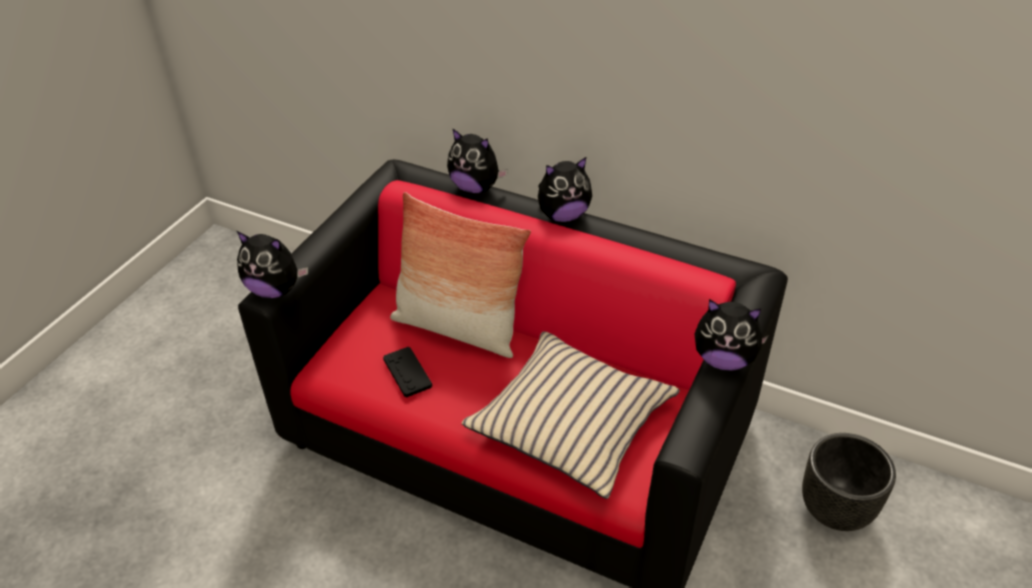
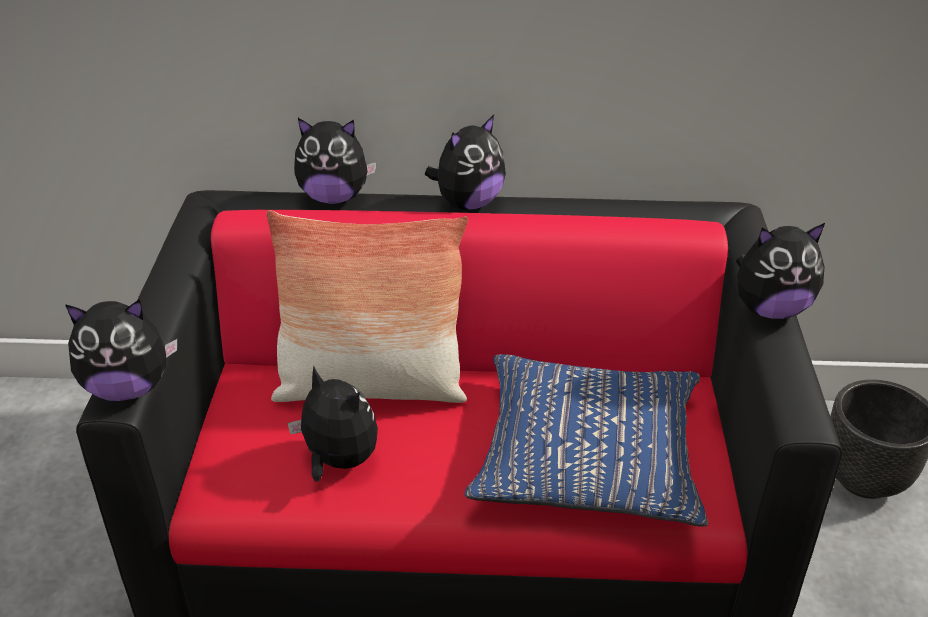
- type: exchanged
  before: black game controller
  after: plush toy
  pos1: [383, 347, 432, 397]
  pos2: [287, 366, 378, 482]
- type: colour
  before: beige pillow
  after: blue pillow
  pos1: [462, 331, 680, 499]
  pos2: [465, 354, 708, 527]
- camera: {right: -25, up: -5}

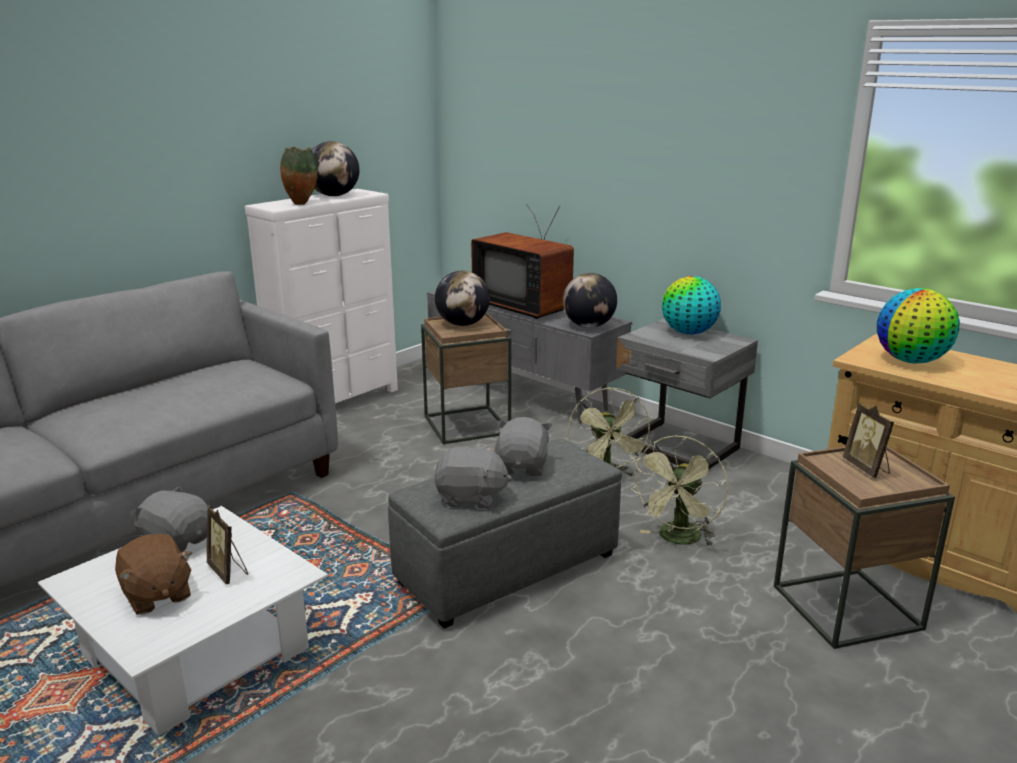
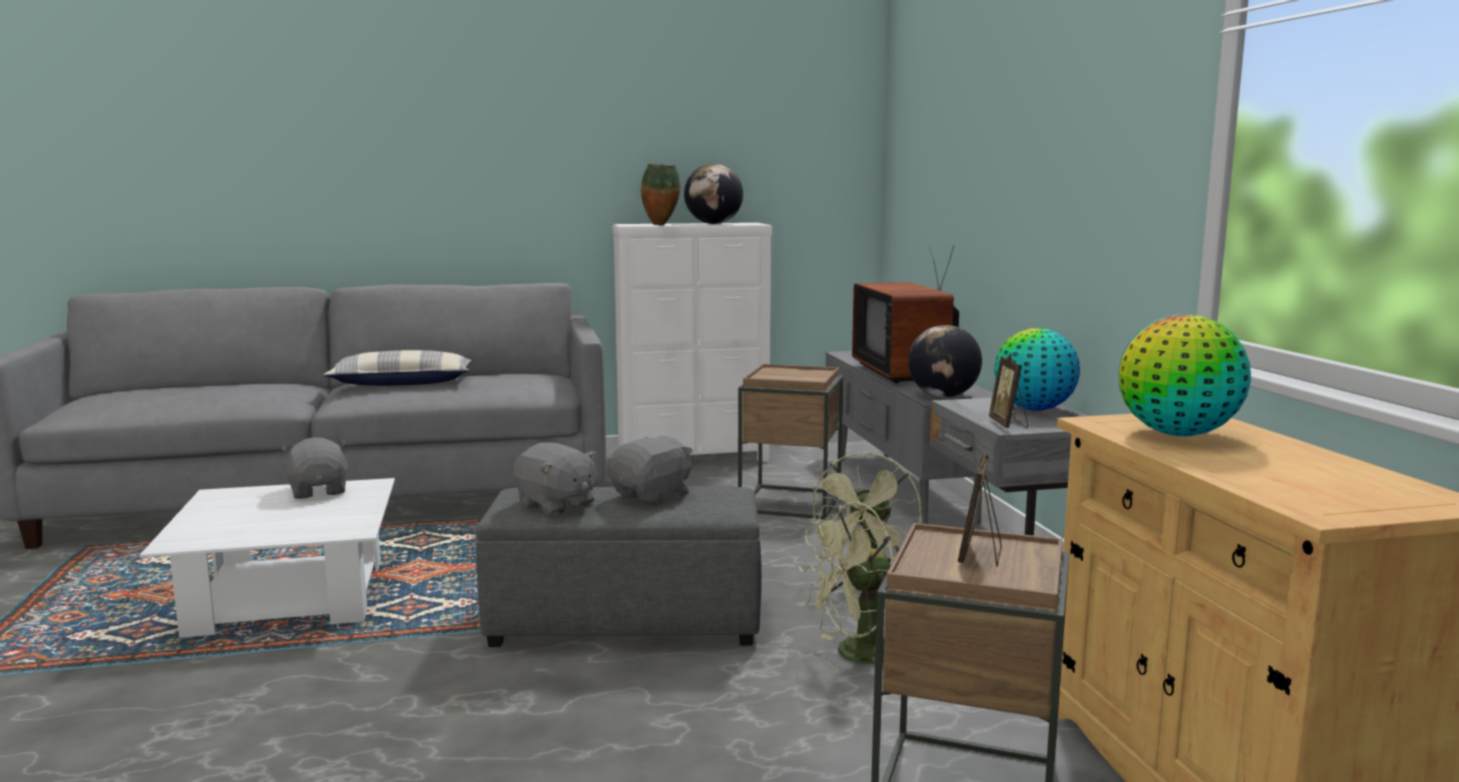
- type: missing
  before: brown plush toy
  pos1: [115, 534, 192, 615]
- type: missing
  before: globe
  pos1: [435, 271, 490, 326]
- type: appeared
  after: pillow
  pos2: [323, 350, 472, 386]
- type: relocated
  before: picture frame
  pos1: [207, 506, 248, 585]
  pos2: [989, 353, 1028, 429]
- camera: {right: 35, up: -10}

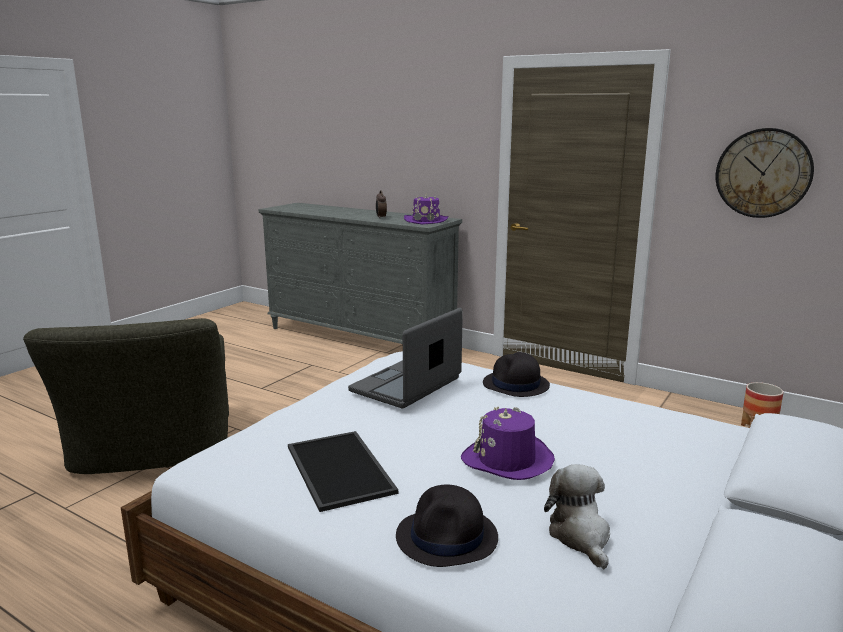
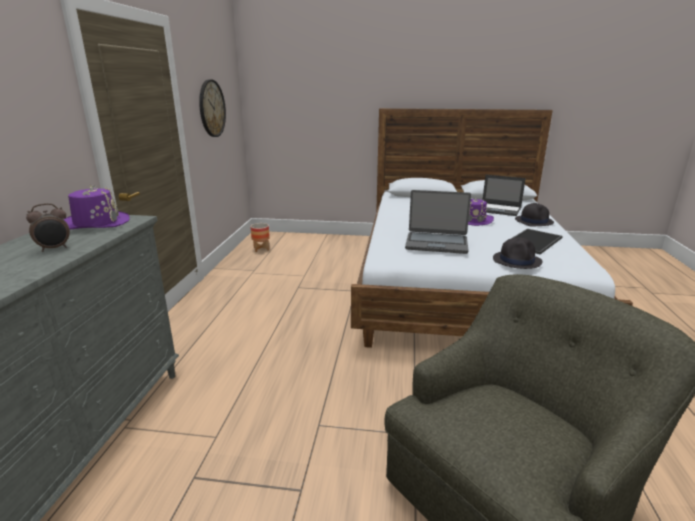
- type: relocated
  before: black hat
  pos1: [483, 352, 550, 397]
  pos2: [493, 237, 542, 269]
- type: exchanged
  before: plush toy
  after: laptop
  pos1: [544, 464, 610, 569]
  pos2: [483, 175, 526, 216]
- camera: {right: -115, up: 5}

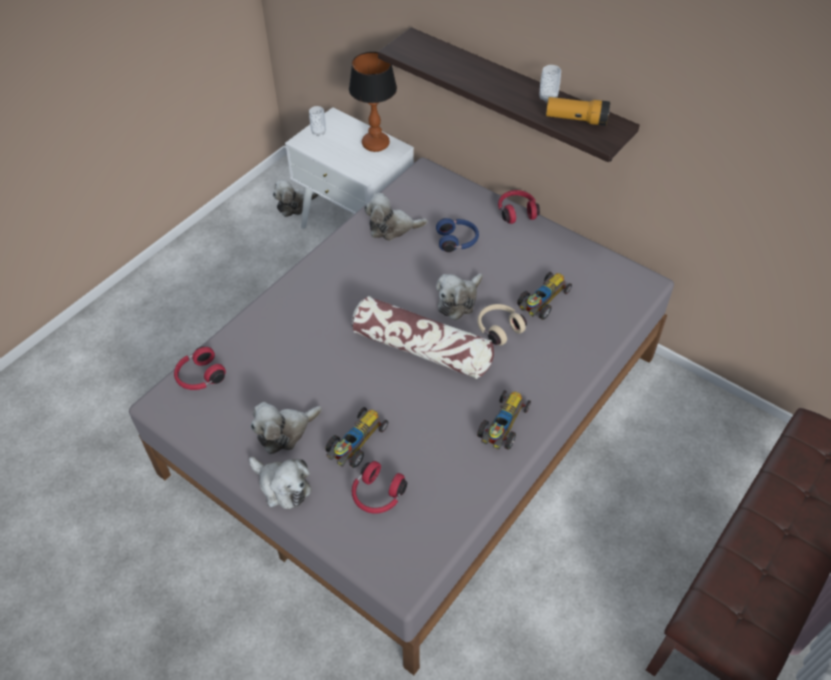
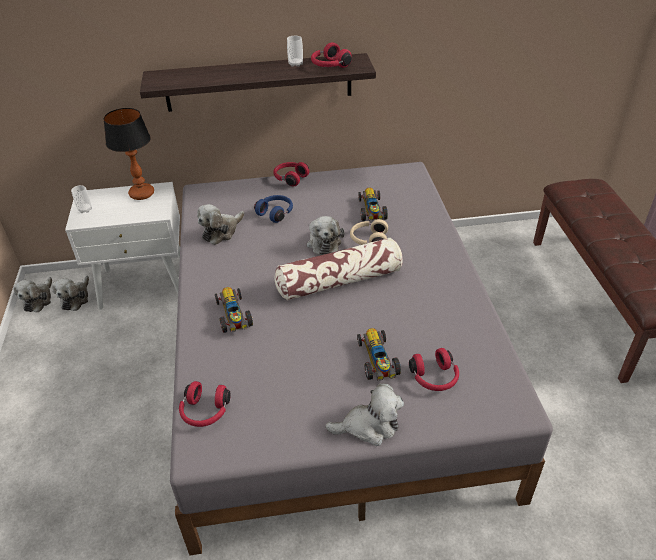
- type: relocated
  before: plush toy
  pos1: [250, 402, 322, 454]
  pos2: [13, 277, 52, 312]
- type: relocated
  before: toy car
  pos1: [477, 390, 531, 450]
  pos2: [215, 287, 253, 333]
- type: exchanged
  before: flashlight
  after: red headphones
  pos1: [546, 97, 610, 126]
  pos2: [311, 42, 352, 68]
- camera: {right: -45, up: -10}

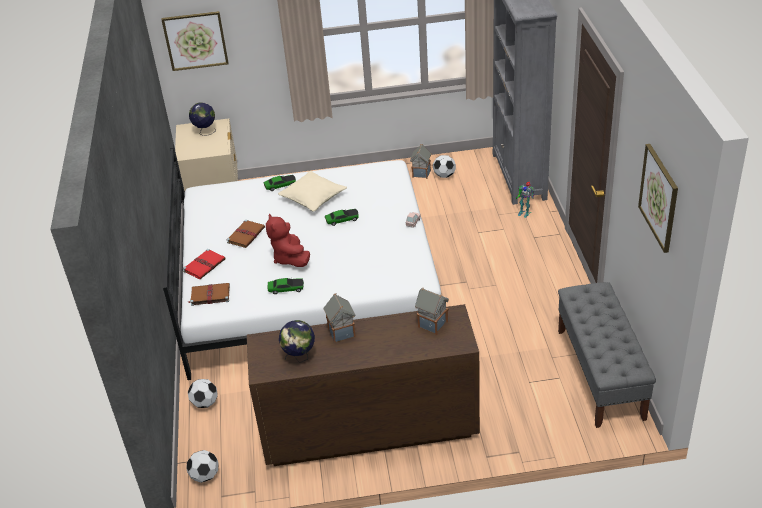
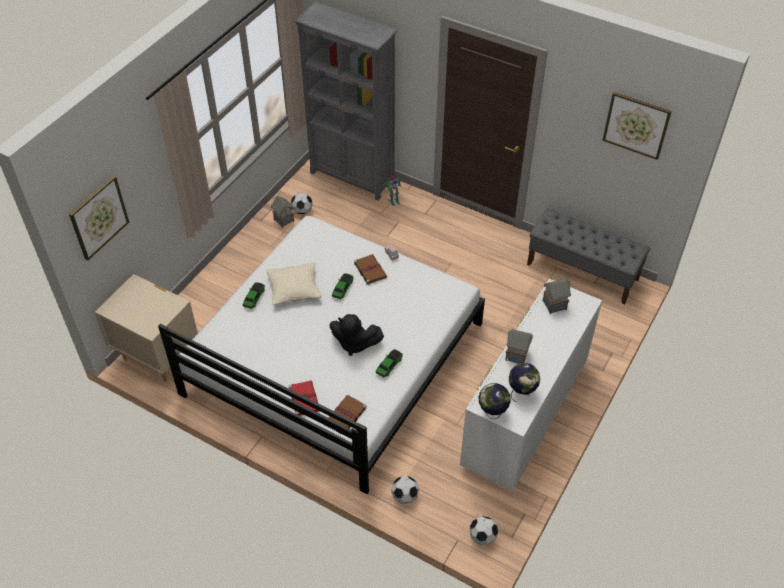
- type: relocated
  before: globe
  pos1: [189, 103, 216, 136]
  pos2: [479, 383, 511, 419]
- type: relocated
  before: brown book
  pos1: [226, 220, 265, 248]
  pos2: [354, 254, 387, 285]
- type: colour
  before: brown dresser
  after: white dresser
  pos1: [247, 304, 480, 466]
  pos2: [460, 279, 602, 491]
- type: colour
  before: red plush toy
  after: black plush toy
  pos1: [266, 214, 310, 267]
  pos2: [329, 314, 384, 356]
- camera: {right: -55, up: 10}

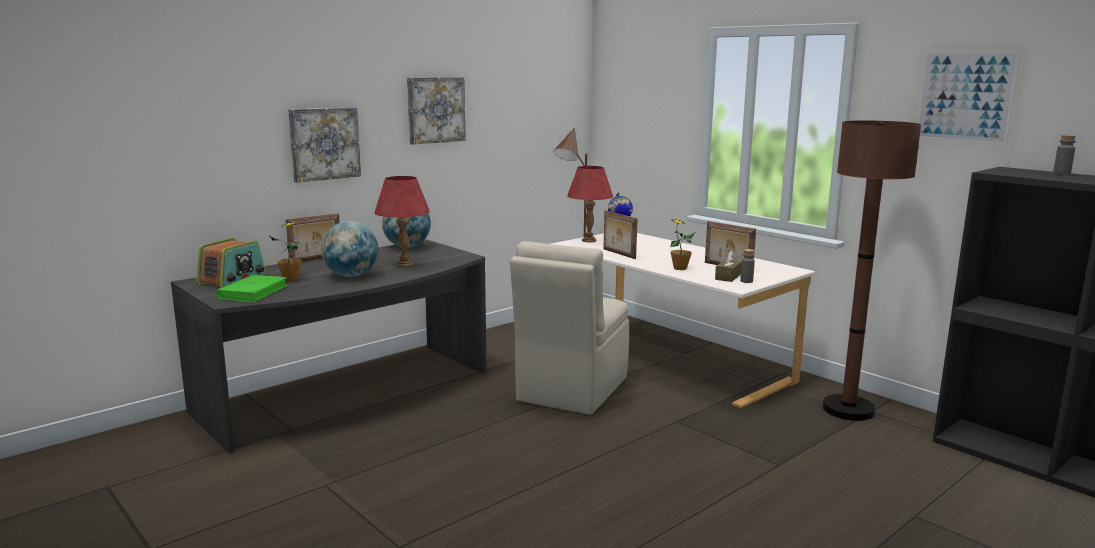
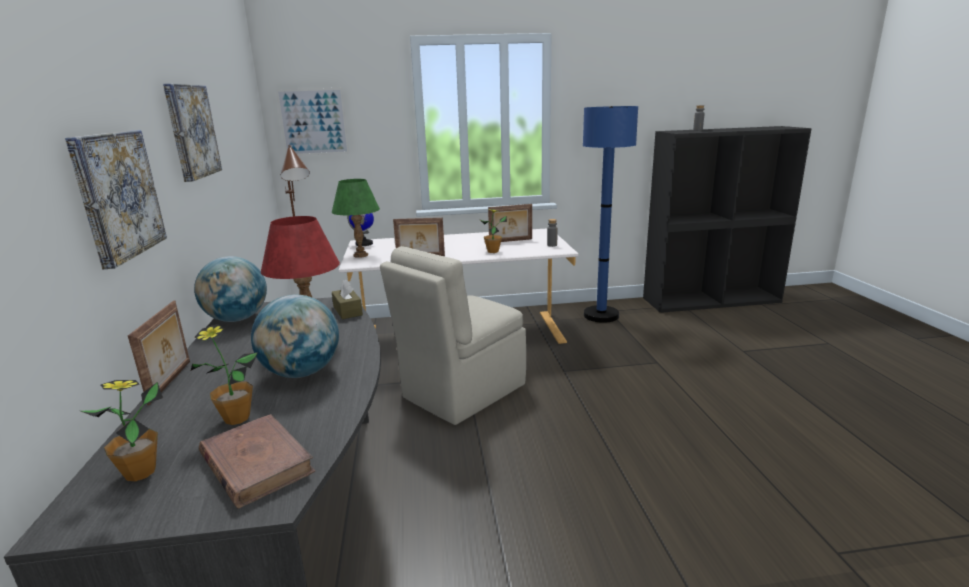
- type: relocated
  before: brown tissue box
  pos1: [715, 250, 742, 282]
  pos2: [332, 279, 363, 319]
- type: relocated
  before: picture
  pos1: [916, 50, 1022, 146]
  pos2: [276, 88, 349, 156]
- type: exchanged
  before: radio
  after: potted plant
  pos1: [196, 238, 266, 288]
  pos2: [80, 380, 163, 481]
- type: colour
  before: green book
  after: brown book
  pos1: [216, 275, 289, 302]
  pos2: [199, 414, 315, 509]
- type: colour
  before: red table lamp
  after: green table lamp
  pos1: [567, 166, 613, 242]
  pos2: [332, 179, 380, 258]
- type: colour
  before: brown floor lamp
  after: blue floor lamp
  pos1: [822, 120, 921, 421]
  pos2: [583, 106, 638, 323]
- type: spun
  before: beige chair
  pos1: [510, 241, 629, 415]
  pos2: [380, 246, 526, 425]
  turn: 75
- camera: {right: -55, up: 5}

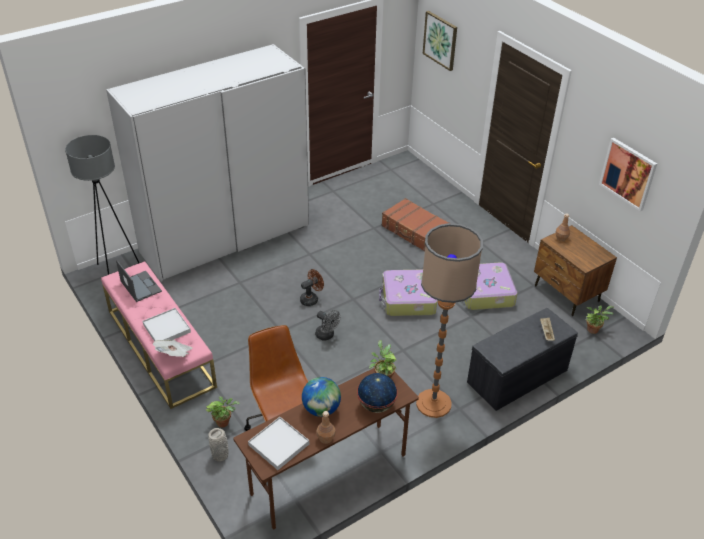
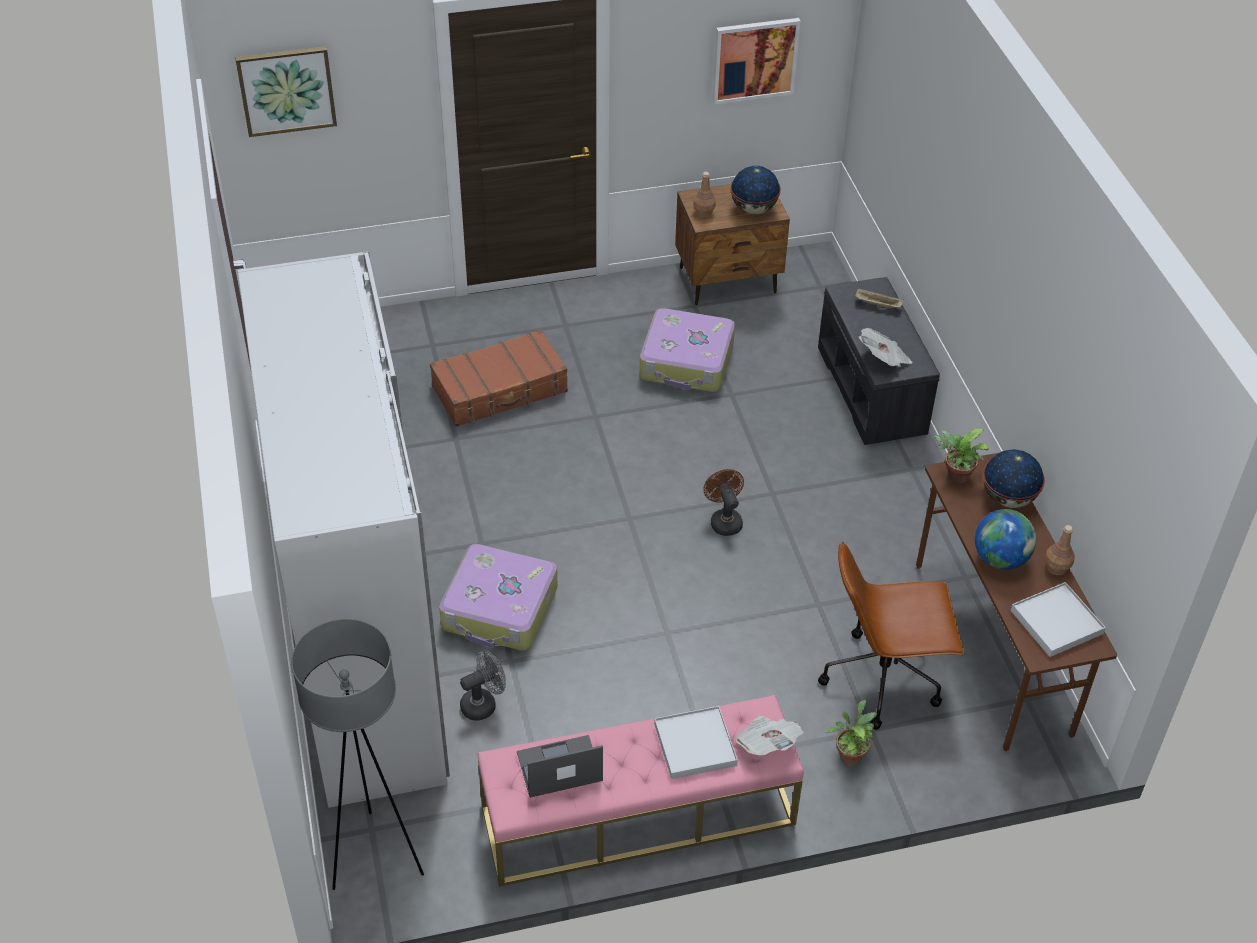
- type: missing
  before: grey vase
  pos1: [208, 428, 228, 462]
- type: missing
  before: floor lamp
  pos1: [416, 223, 483, 418]
- type: missing
  before: potted plant
  pos1: [586, 305, 614, 334]
- type: appeared
  after: globe
  pos2: [730, 166, 781, 214]
- type: appeared
  after: newspaper
  pos2: [859, 328, 912, 367]
- type: relocated
  before: brown fan
  pos1: [300, 269, 324, 306]
  pos2: [703, 469, 744, 536]
- type: relocated
  before: grey fan
  pos1: [315, 310, 341, 341]
  pos2: [460, 651, 506, 721]
- type: relocated
  before: suitcase
  pos1: [379, 269, 437, 316]
  pos2: [439, 544, 557, 651]
- camera: {right: -70, up: 5}

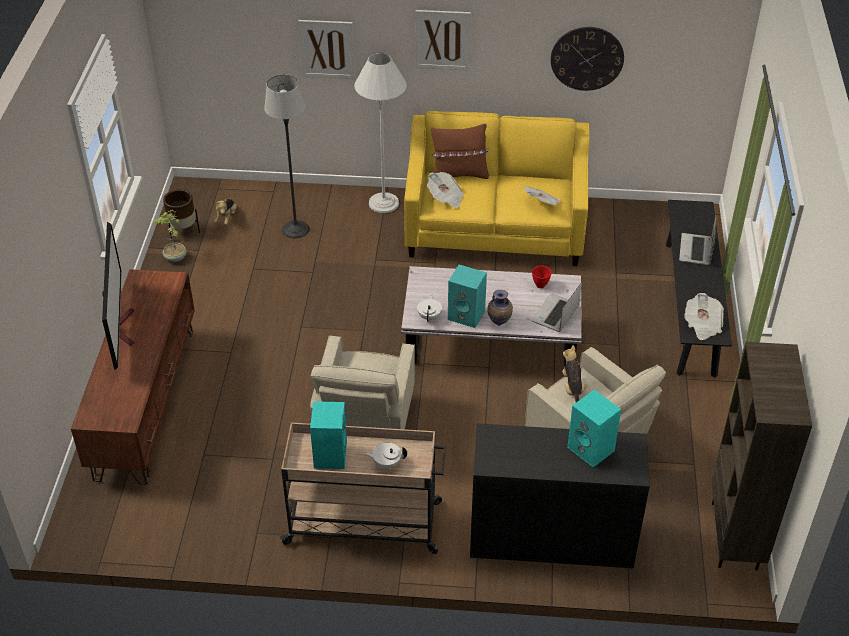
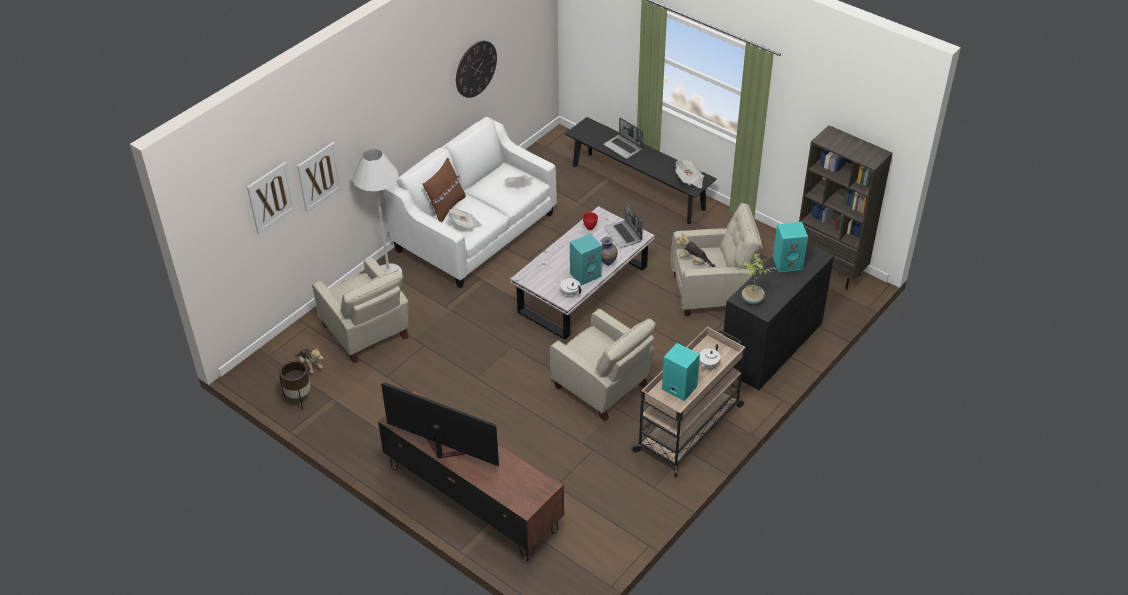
- type: relocated
  before: potted plant
  pos1: [152, 210, 187, 262]
  pos2: [742, 254, 777, 304]
- type: relocated
  before: picture
  pos1: [416, 10, 471, 71]
  pos2: [247, 162, 296, 234]
- type: exchanged
  before: floor lamp
  after: beige armchair
  pos1: [264, 74, 310, 238]
  pos2: [312, 257, 409, 363]
- type: colour
  before: yellow sofa
  after: white sofa
  pos1: [404, 111, 590, 266]
  pos2: [383, 117, 557, 288]
- camera: {right: -55, up: 0}

